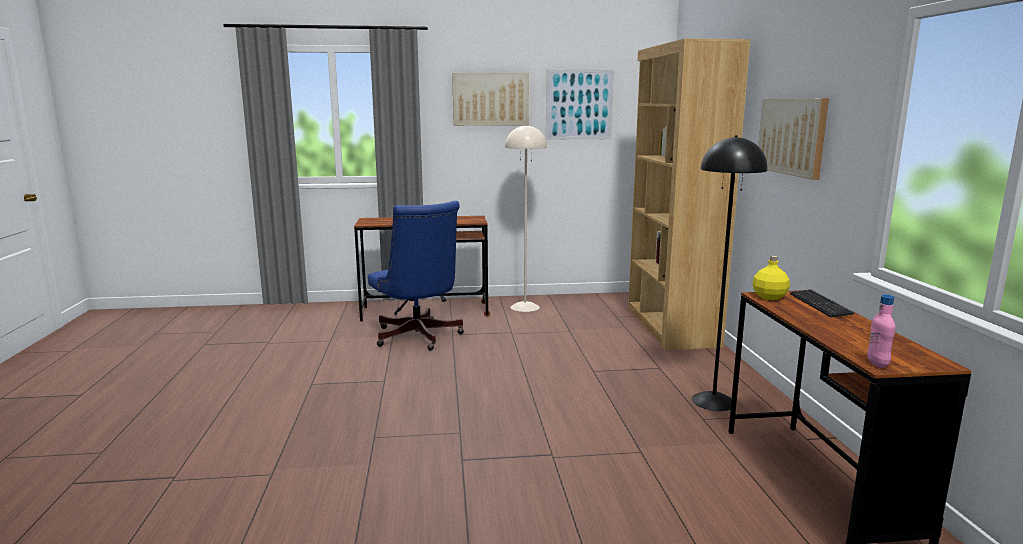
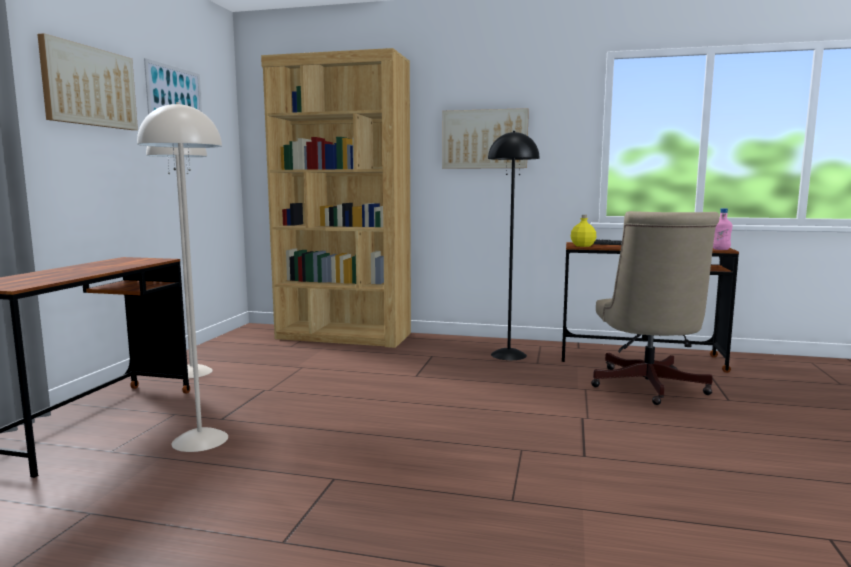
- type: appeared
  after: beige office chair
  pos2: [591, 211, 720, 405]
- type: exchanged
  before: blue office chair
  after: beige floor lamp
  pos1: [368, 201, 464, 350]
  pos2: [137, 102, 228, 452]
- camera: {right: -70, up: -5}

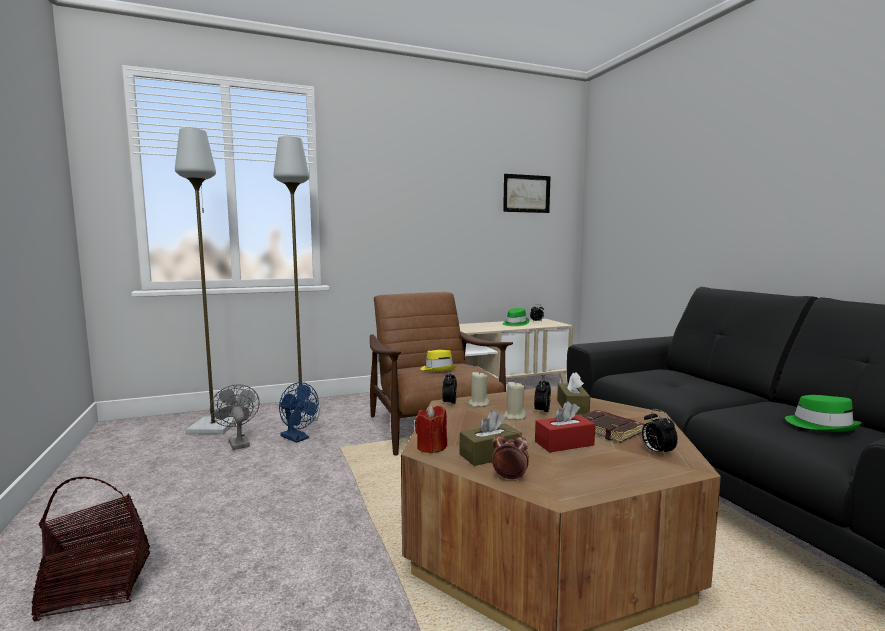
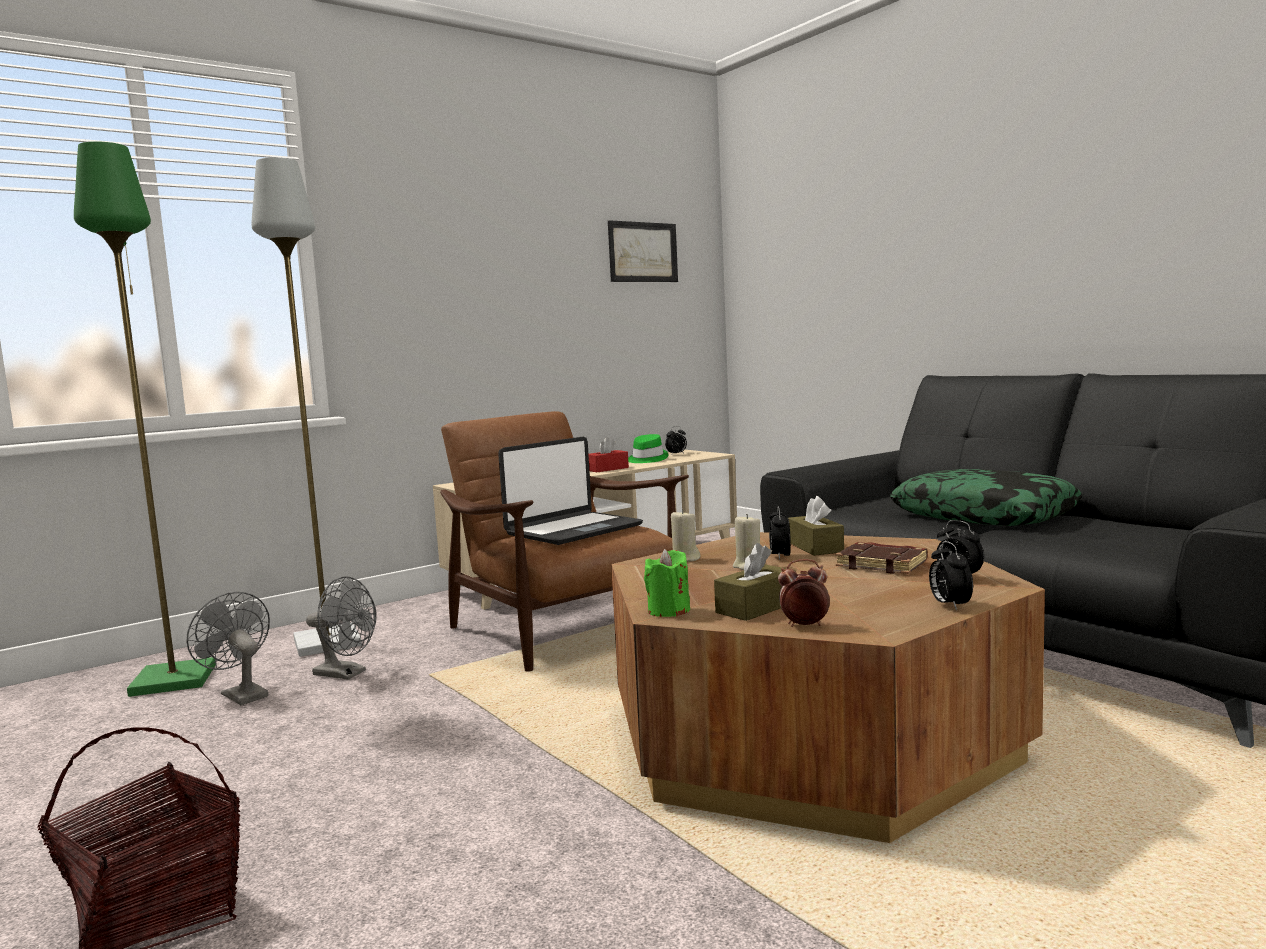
- type: missing
  before: green hat
  pos1: [785, 395, 862, 432]
- type: appeared
  after: pillow
  pos2: [890, 469, 1083, 526]
- type: relocated
  before: alarm clock
  pos1: [442, 371, 457, 407]
  pos2: [929, 541, 973, 610]
- type: relocated
  before: red tissue box
  pos1: [535, 401, 595, 452]
  pos2: [588, 437, 629, 472]
- type: exchanged
  before: yellow hat
  after: laptop
  pos1: [421, 350, 457, 371]
  pos2: [498, 437, 643, 545]
- type: colour
  before: grey floor lamp
  after: green floor lamp
  pos1: [175, 128, 237, 434]
  pos2: [74, 141, 216, 697]
- type: colour
  before: blue fan
  after: grey fan
  pos1: [279, 382, 319, 443]
  pos2: [306, 576, 377, 680]
- type: colour
  before: red candle
  after: green candle
  pos1: [415, 405, 447, 454]
  pos2: [644, 549, 690, 617]
- camera: {right: -15, up: 0}

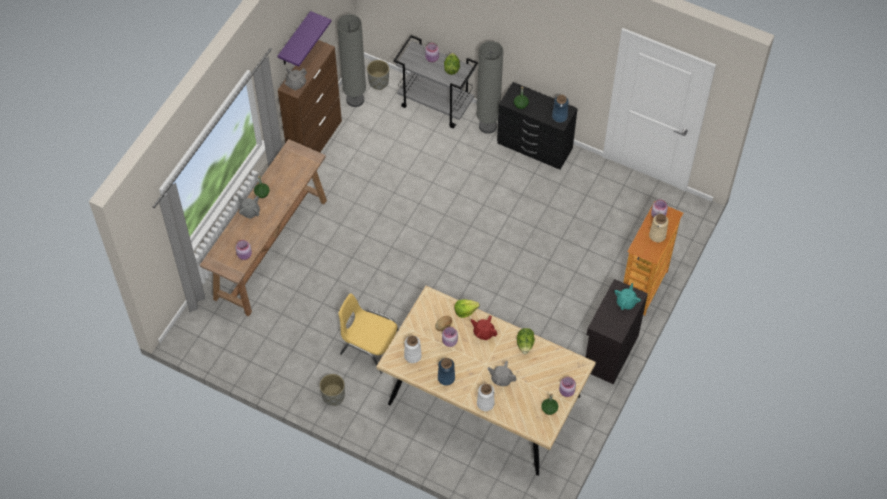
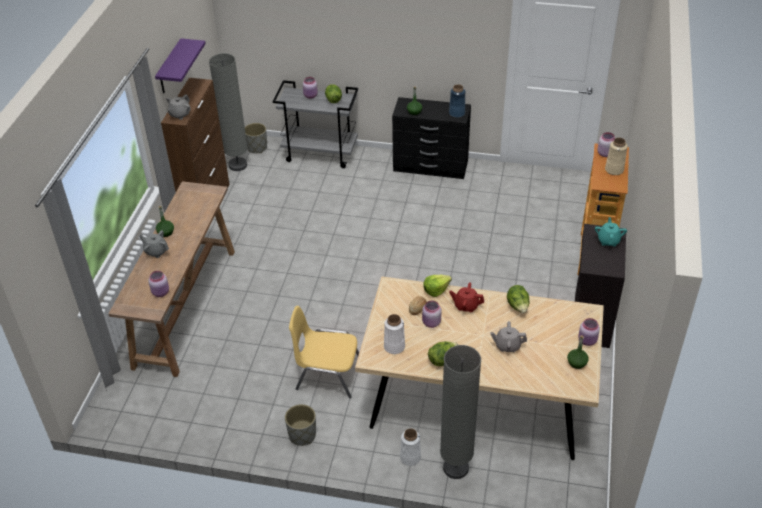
- type: relocated
  before: grey floor lamp
  pos1: [477, 41, 504, 134]
  pos2: [440, 345, 481, 479]
- type: relocated
  before: white vase
  pos1: [477, 384, 494, 411]
  pos2: [400, 428, 421, 466]
- type: exchanged
  before: blue vase
  after: lettuce
  pos1: [438, 358, 455, 386]
  pos2: [428, 341, 458, 366]
- camera: {right: -15, up: -15}

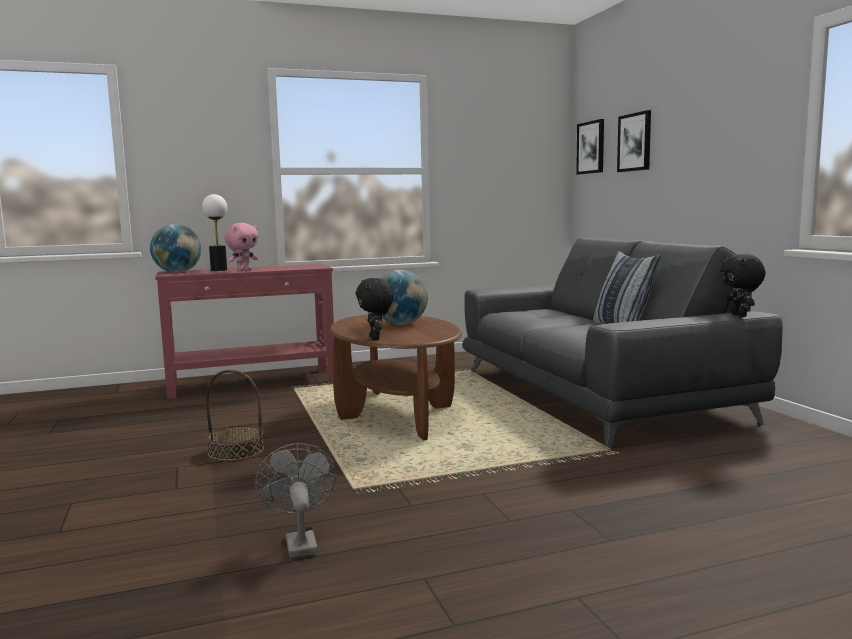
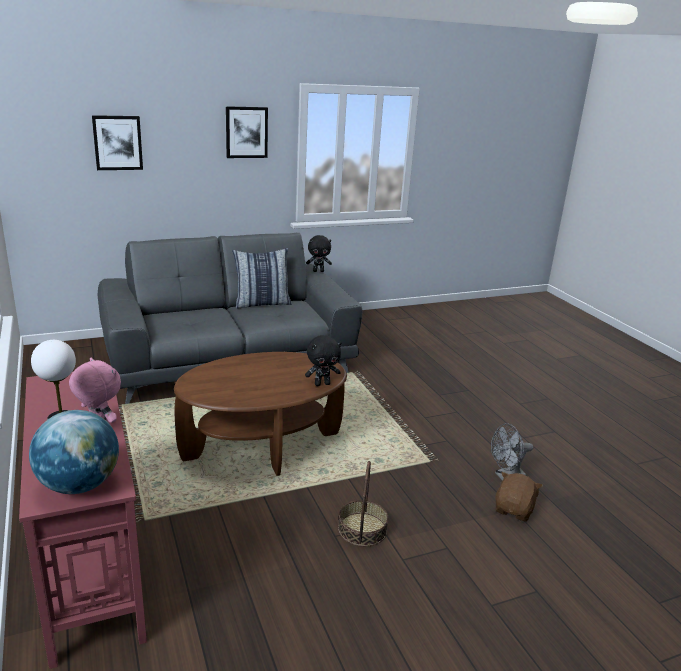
- type: missing
  before: globe
  pos1: [381, 270, 428, 325]
- type: appeared
  after: brown plush toy
  pos2: [495, 472, 543, 522]
- type: relocated
  before: picture
  pos1: [576, 119, 604, 175]
  pos2: [226, 106, 268, 158]
- camera: {right: -95, up: 15}

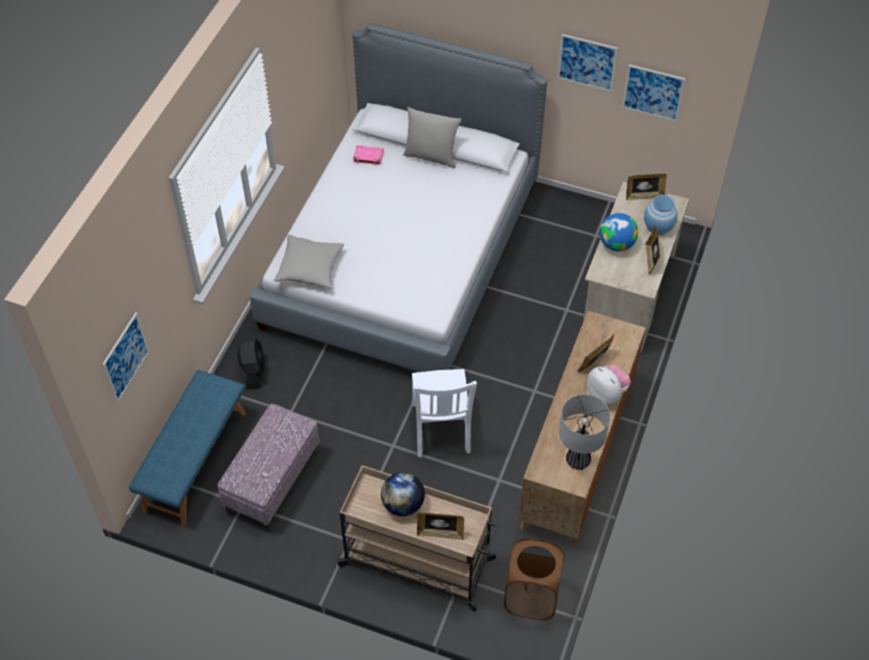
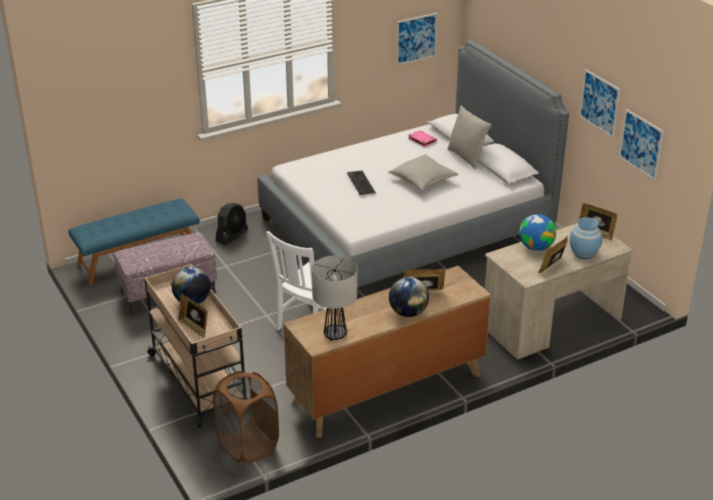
- type: appeared
  after: keyboard
  pos2: [347, 171, 376, 195]
- type: relocated
  before: picture
  pos1: [103, 312, 149, 403]
  pos2: [396, 13, 437, 65]
- type: relocated
  before: grey pillow
  pos1: [273, 235, 344, 289]
  pos2: [389, 154, 458, 191]
- type: exchanged
  before: plush toy
  after: globe
  pos1: [587, 365, 631, 405]
  pos2: [389, 277, 429, 317]
- camera: {right: 40, up: -20}

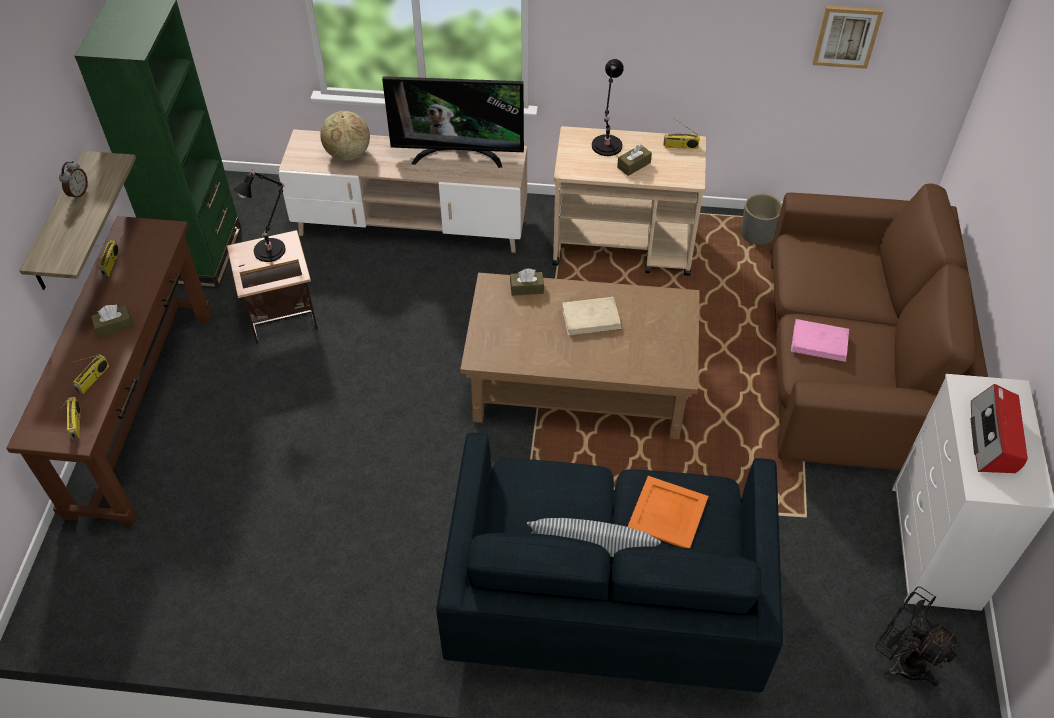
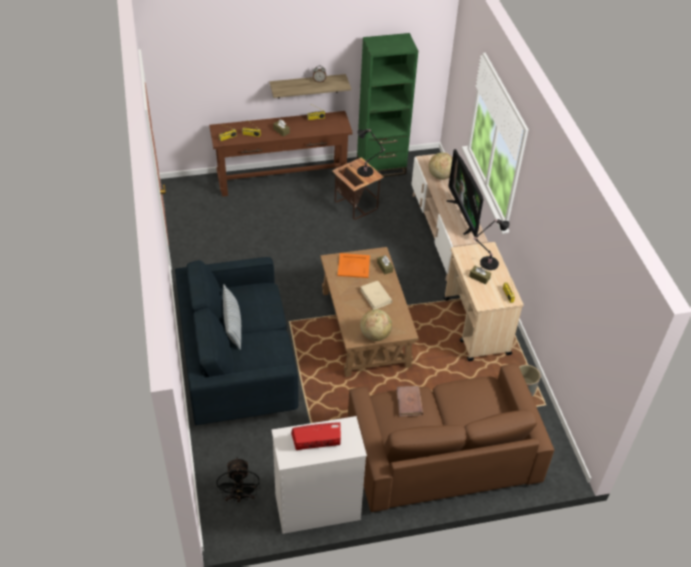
- type: missing
  before: picture
  pos1: [812, 5, 883, 69]
- type: appeared
  after: globe
  pos2: [360, 309, 392, 341]
- type: relocated
  before: orange tray
  pos1: [628, 476, 708, 548]
  pos2: [338, 253, 370, 278]
- type: colour
  before: pink book
  after: brown book
  pos1: [791, 319, 849, 362]
  pos2: [396, 386, 423, 417]
- type: spun
  before: black fan
  pos1: [875, 586, 960, 687]
  pos2: [216, 457, 260, 502]
  turn: 150
- camera: {right: 70, up: -5}

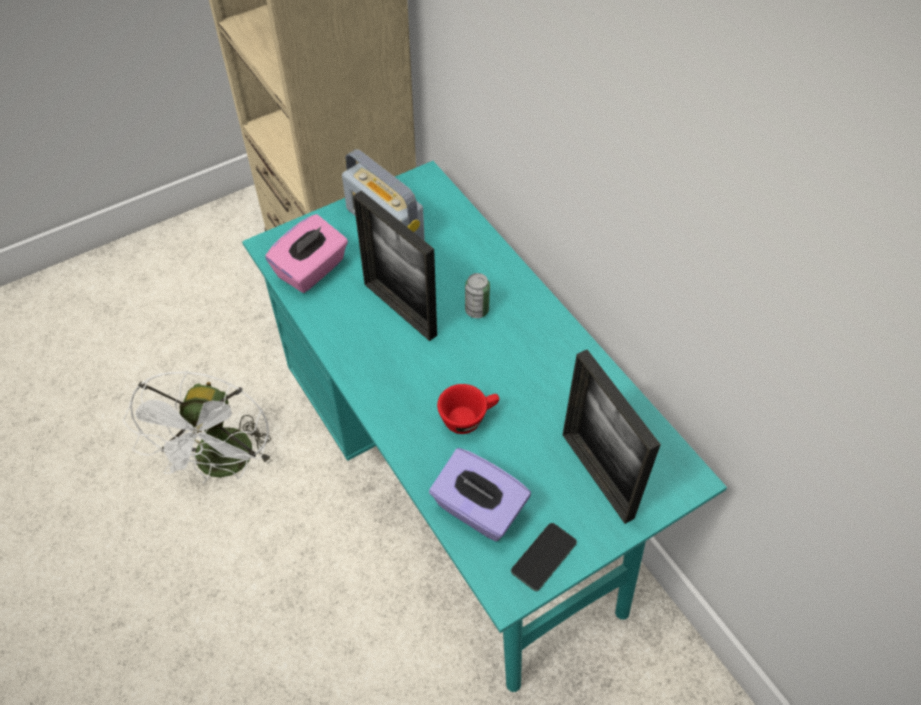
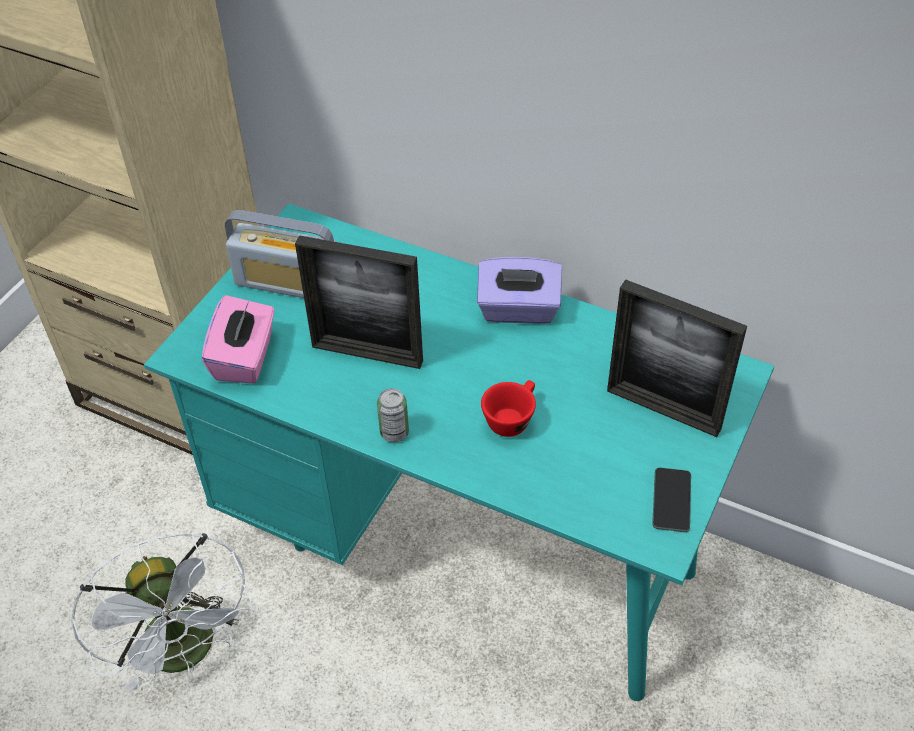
- type: relocated
  before: purple tissue box
  pos1: [429, 448, 531, 542]
  pos2: [477, 257, 562, 324]
- type: relocated
  before: can
  pos1: [465, 273, 490, 318]
  pos2: [377, 388, 409, 442]
- camera: {right: -30, up: -5}

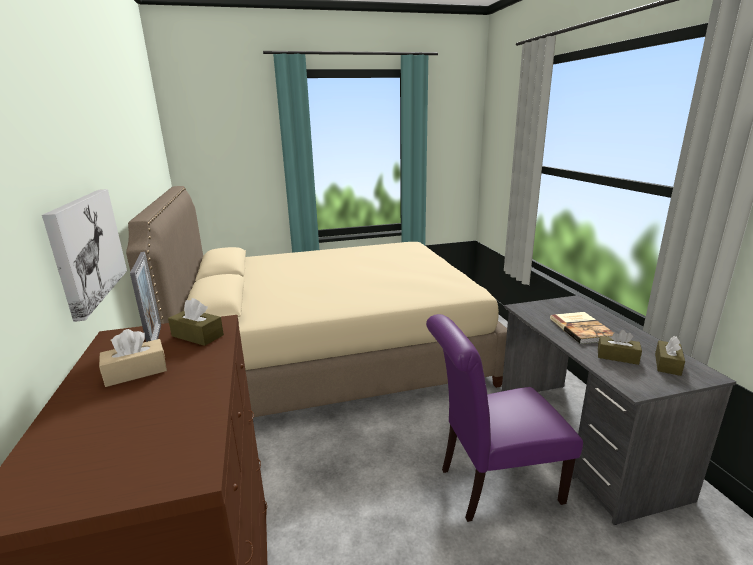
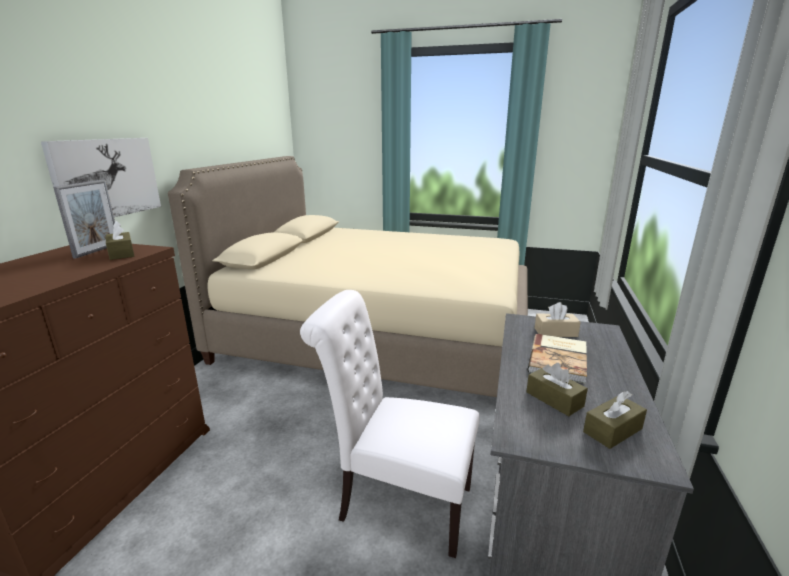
- type: relocated
  before: beige tissue box
  pos1: [99, 329, 167, 387]
  pos2: [535, 302, 581, 337]
- type: colour
  before: purple chair
  after: white chair
  pos1: [426, 314, 583, 522]
  pos2: [300, 290, 480, 558]
- camera: {right: 30, up: 0}

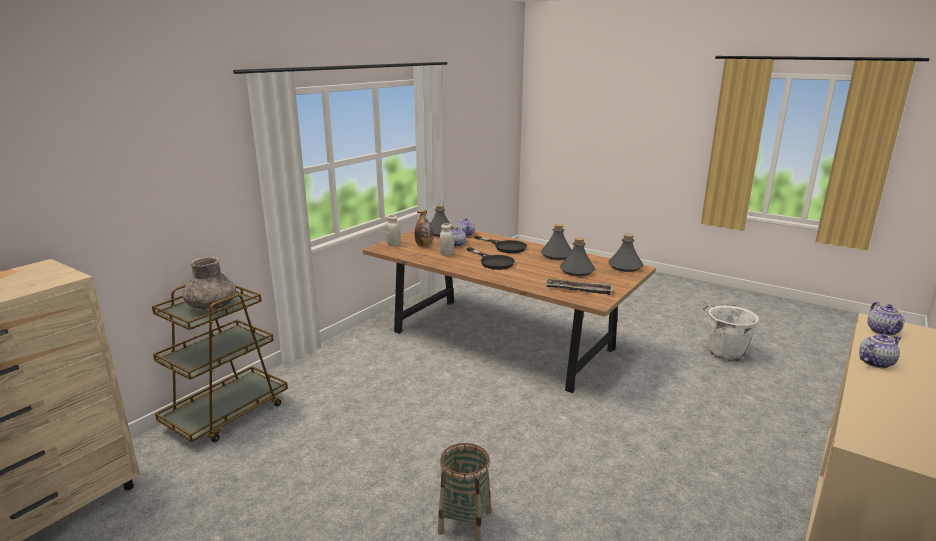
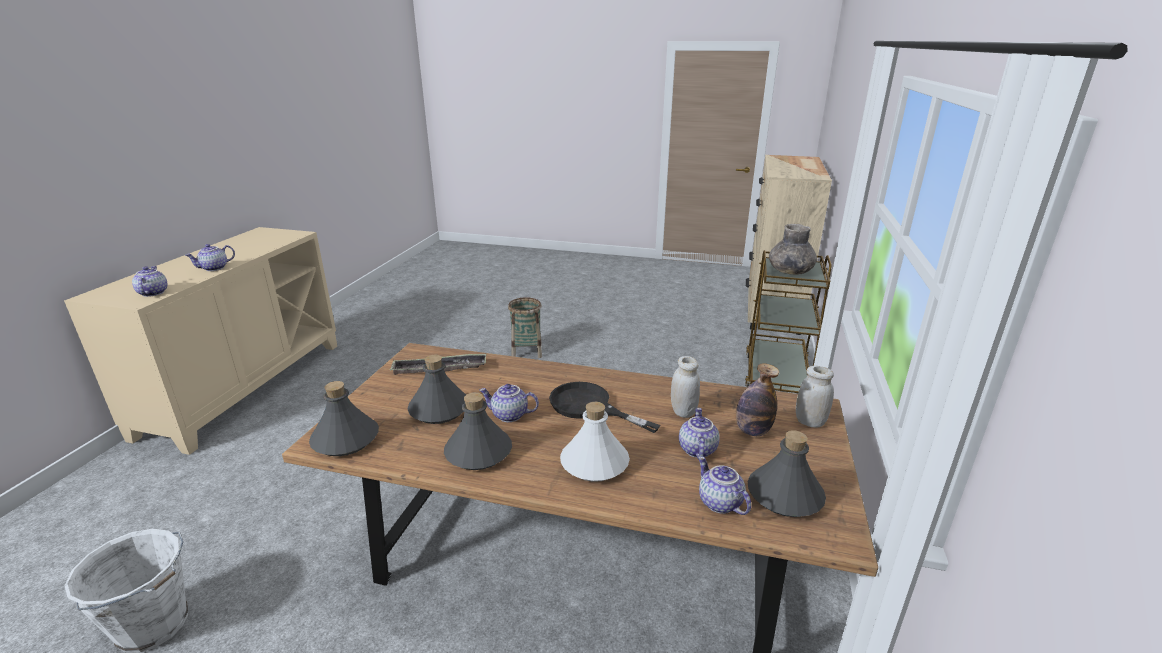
- type: appeared
  after: teapot
  pos2: [479, 384, 539, 422]
- type: exchanged
  before: black frying pan
  after: white bottle
  pos1: [474, 236, 527, 253]
  pos2: [560, 402, 630, 482]
- camera: {right: 160, up: 5}

